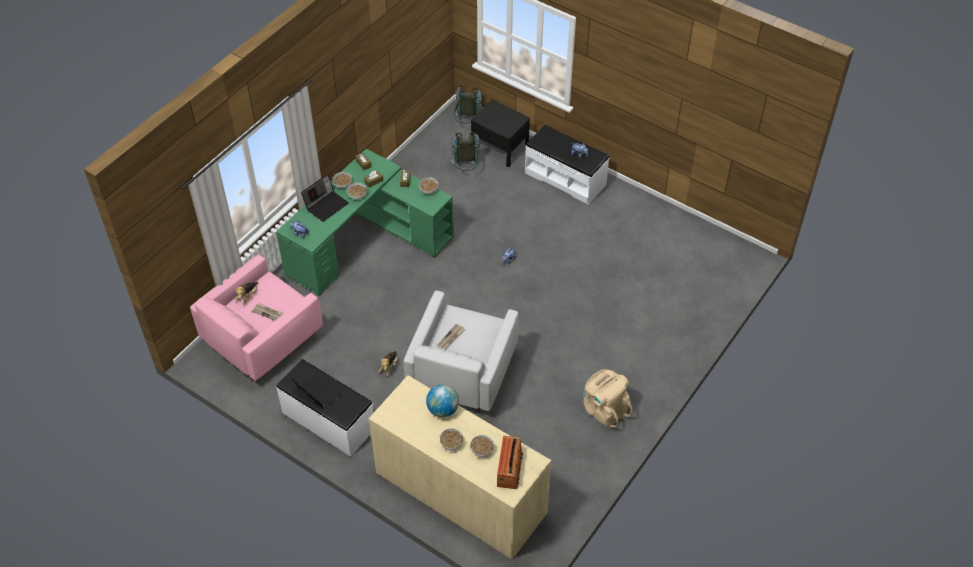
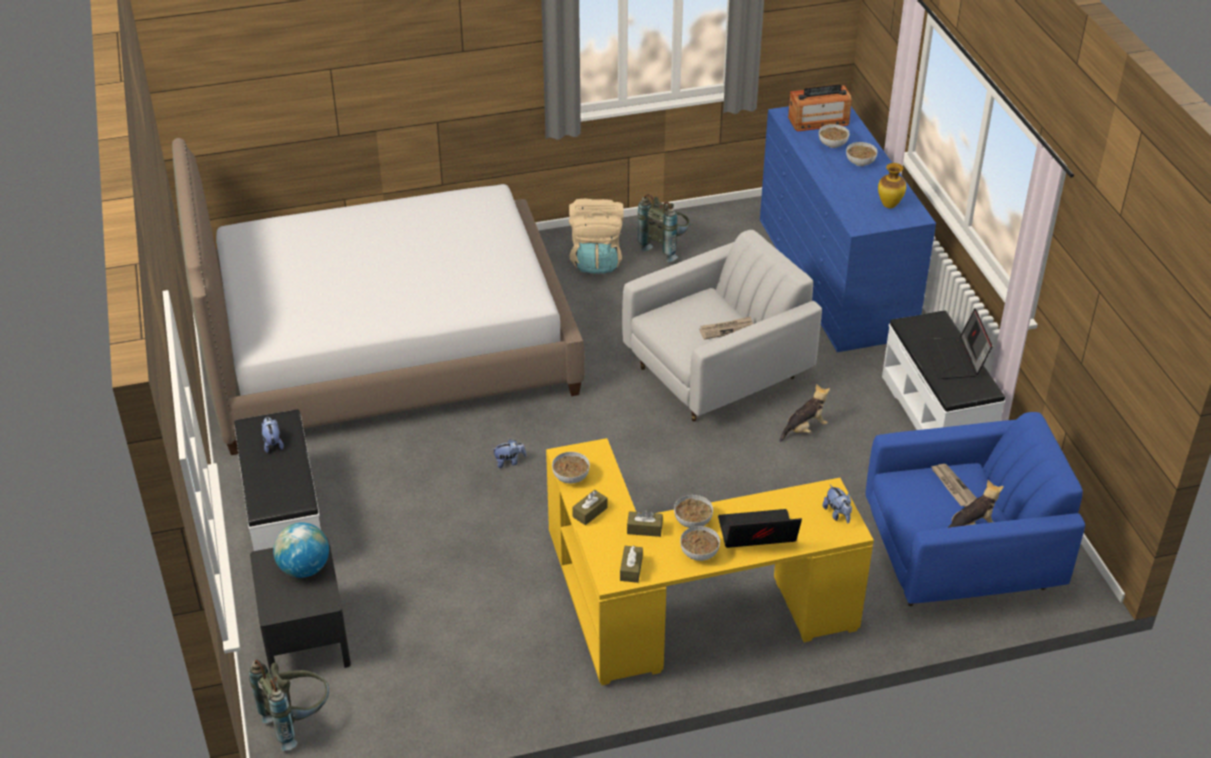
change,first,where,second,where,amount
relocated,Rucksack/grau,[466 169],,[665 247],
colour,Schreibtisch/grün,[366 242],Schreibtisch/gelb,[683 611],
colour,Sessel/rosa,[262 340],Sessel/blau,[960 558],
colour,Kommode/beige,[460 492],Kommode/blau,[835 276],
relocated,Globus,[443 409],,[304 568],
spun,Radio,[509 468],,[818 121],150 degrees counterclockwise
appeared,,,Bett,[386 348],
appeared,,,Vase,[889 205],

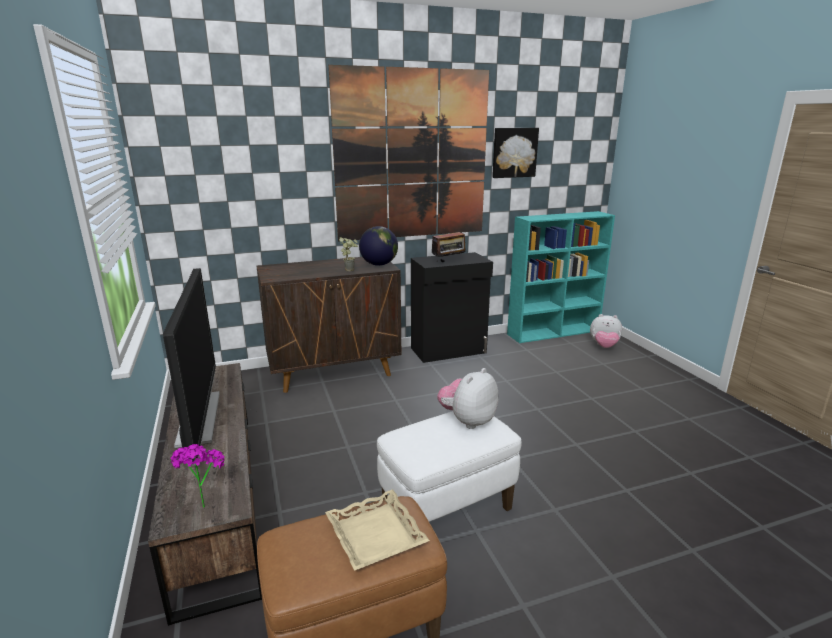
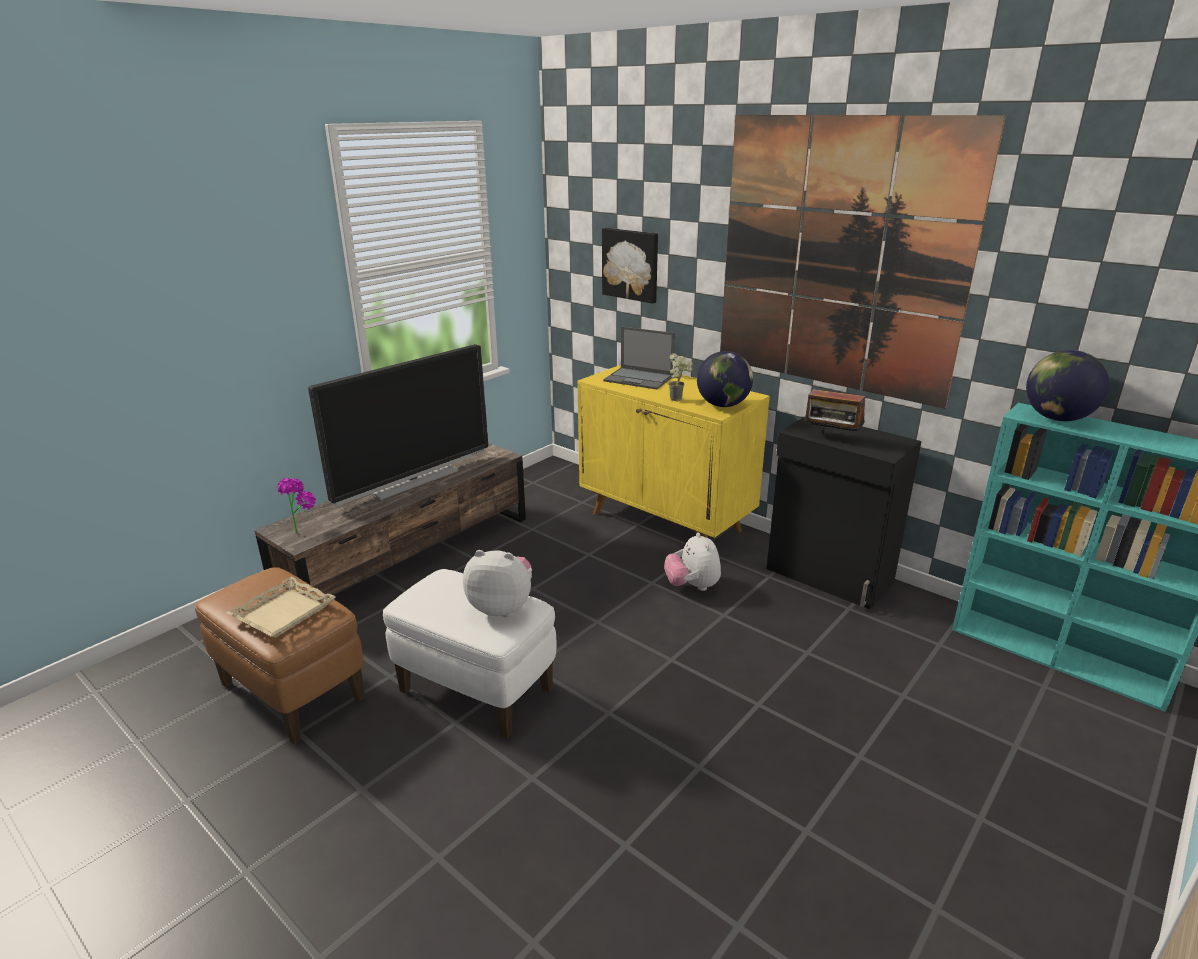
change,first,where,second,where,amount
relocated,Bild,[514 152],,[631 264],
colour,Schrank/braun,[335 372],Schrank/gelb,[666 522],
relocated,Plüschtier,[604 346],,[692 586],
appeared,,,Laptop,[639 379],
appeared,,,Globus,[1056 418],

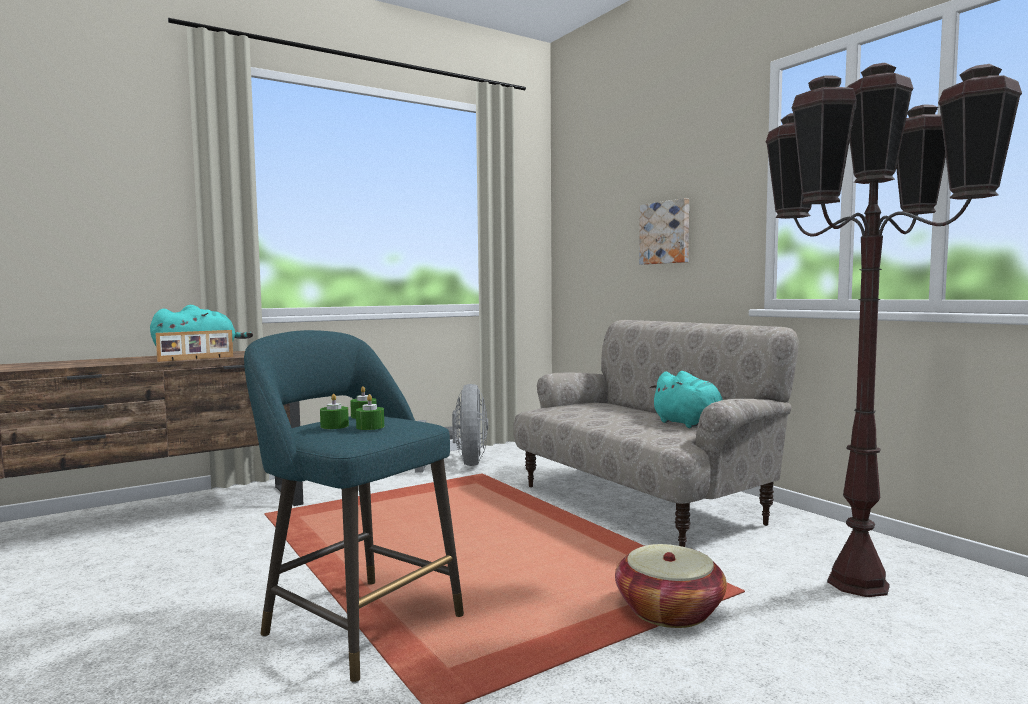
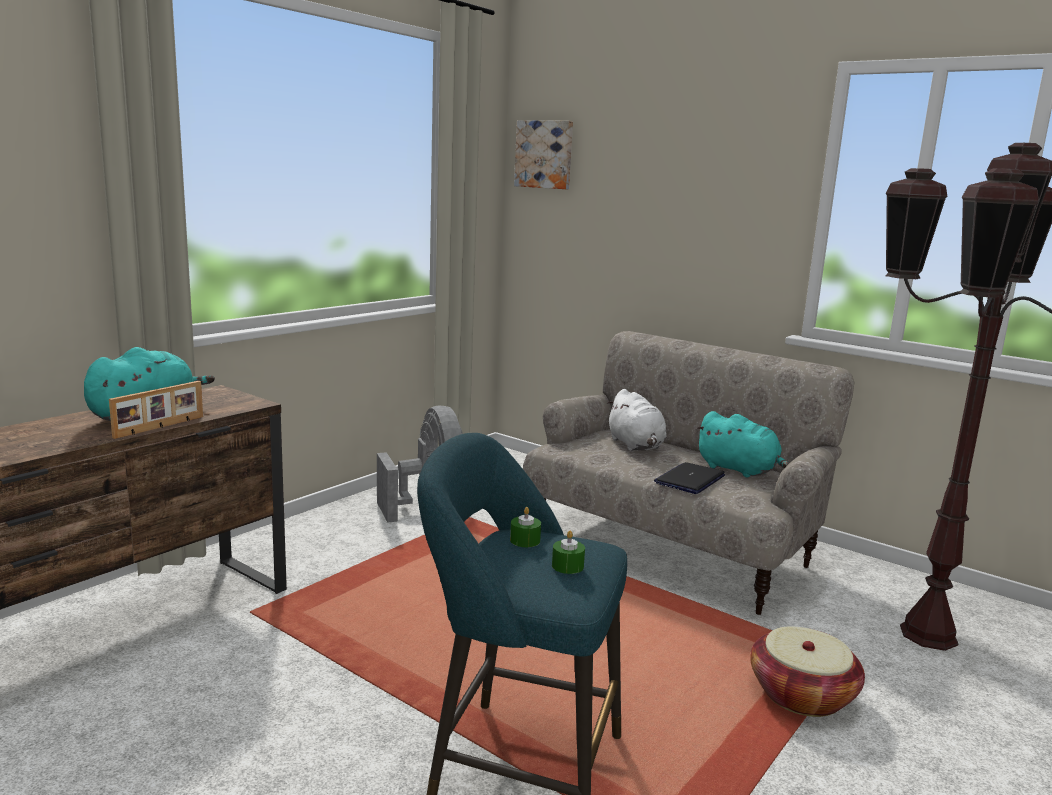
change,first,where,second,where,amount
relocated,Bild,[666 233],,[545 154],
missing,Kerze/grün,[334 426],,,
appeared,,,Plüschtier/weiß,[636 445],
appeared,,,Laptop,[690 479],

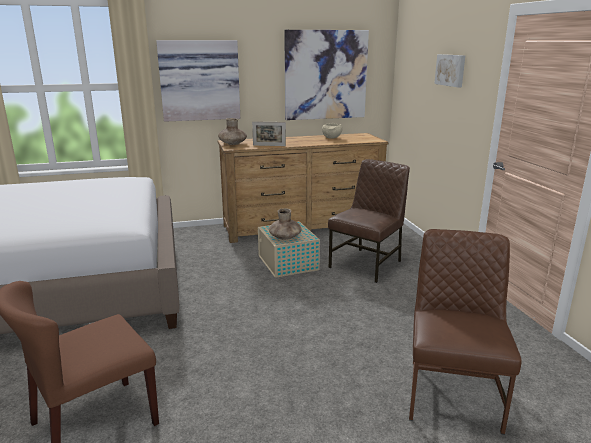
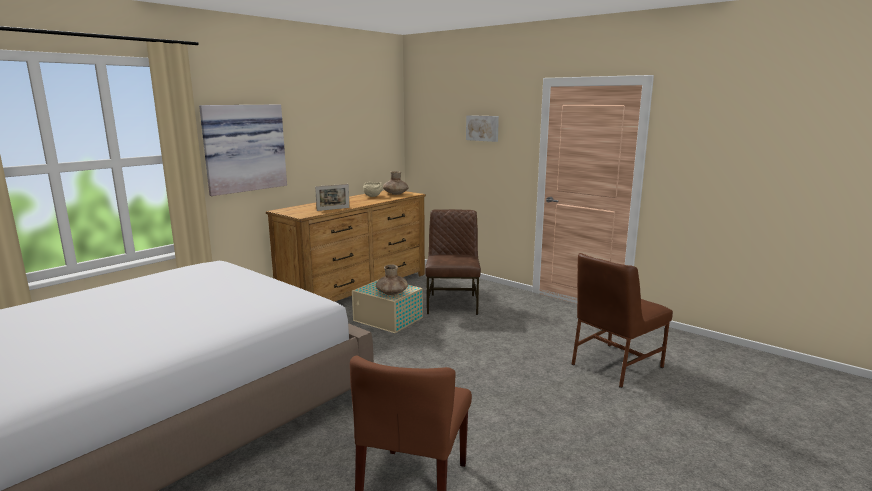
change,first,where,second,where,amount
missing,Bild,[325 75],,,
relocated,Vase/braun,[233 144],,[395 194],
spun,Stuhl/braun,[452 393],,[614 365],105 degrees counterclockwise

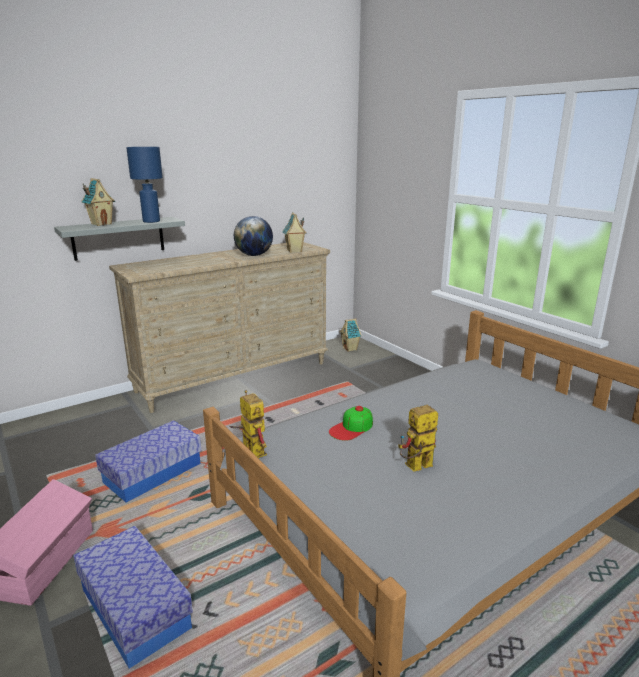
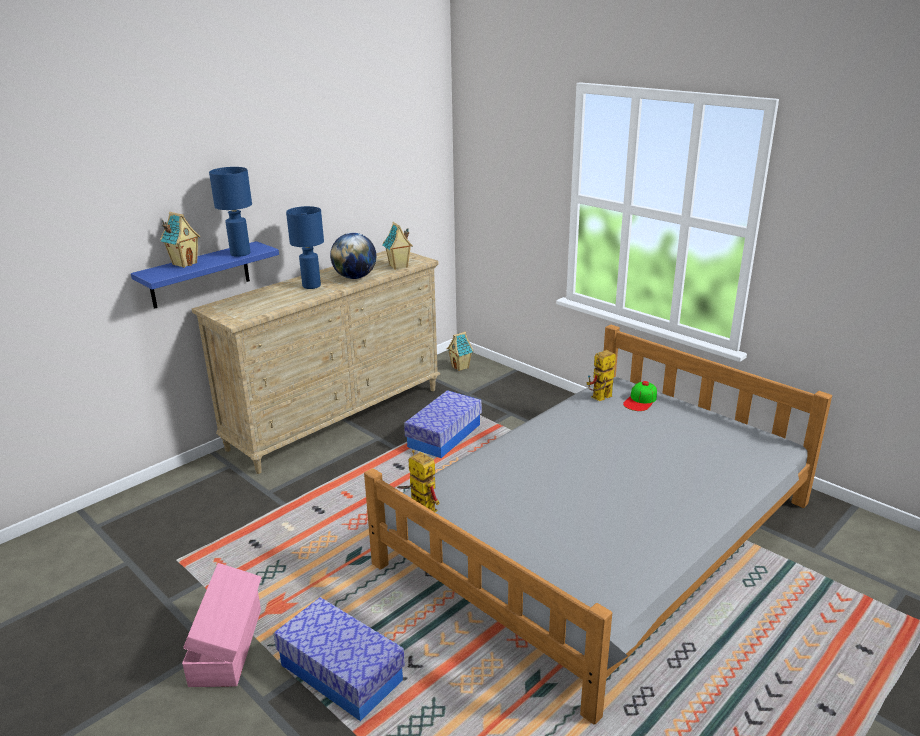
change,first,where,second,where,amount
colour,Wandregal/grau,[118 238],Wandregal/blau,[200 275],
relocated,Spielzeugroboter,[415 468],,[599 399],
relocated,Kappe,[351 428],,[640 400],
relocated,Aufbewahrungsbox,[153 473],,[444 436],
appeared,,,Tischlampe/blau,[311 286],

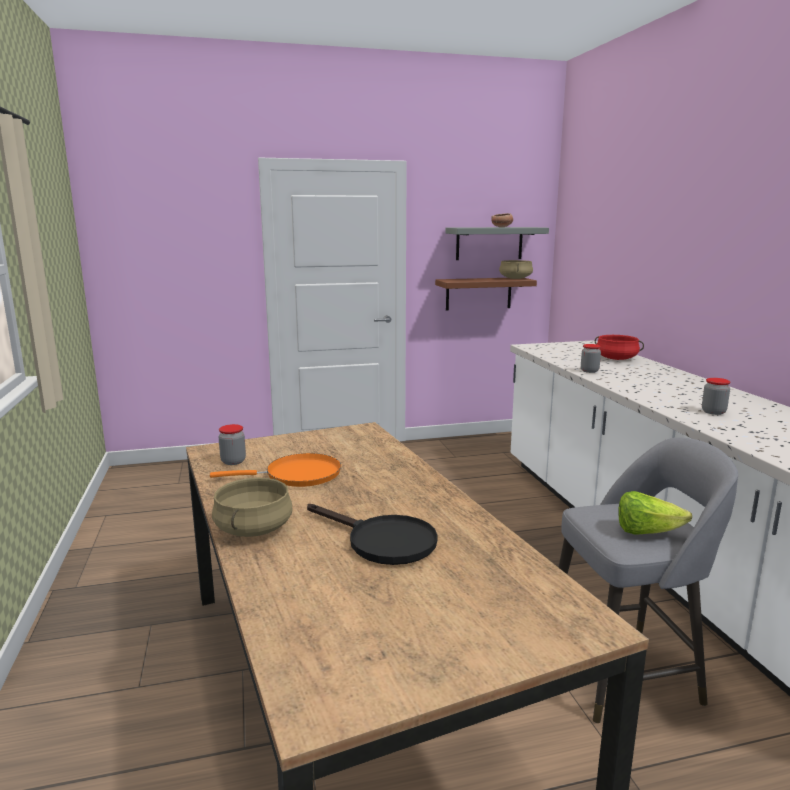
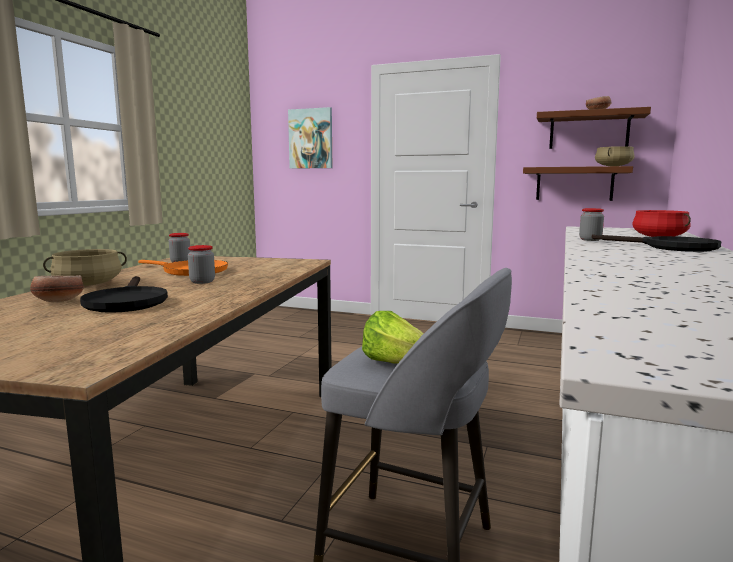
change,first,where,second,where,amount
colour,Wandregal/grau,[489 243],Wandregal/braun,[589 131],
relocated,Vorratsglas,[713 412],,[202 281],
appeared,,,Bild,[311 138],
appeared,,,Pfanne/schwarz,[670 247],
appeared,,,Schüssel,[58 302],

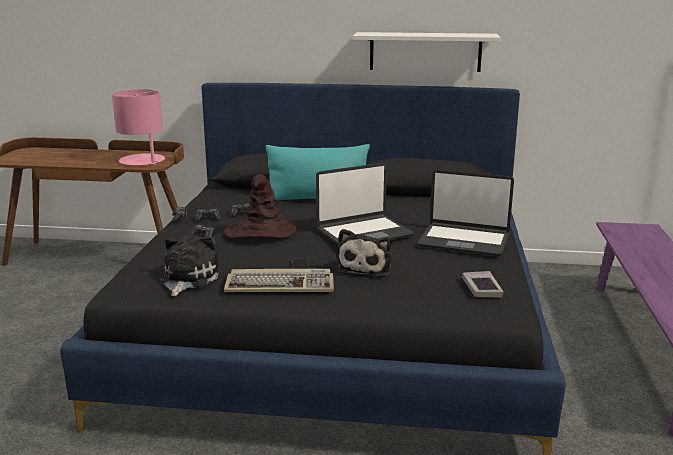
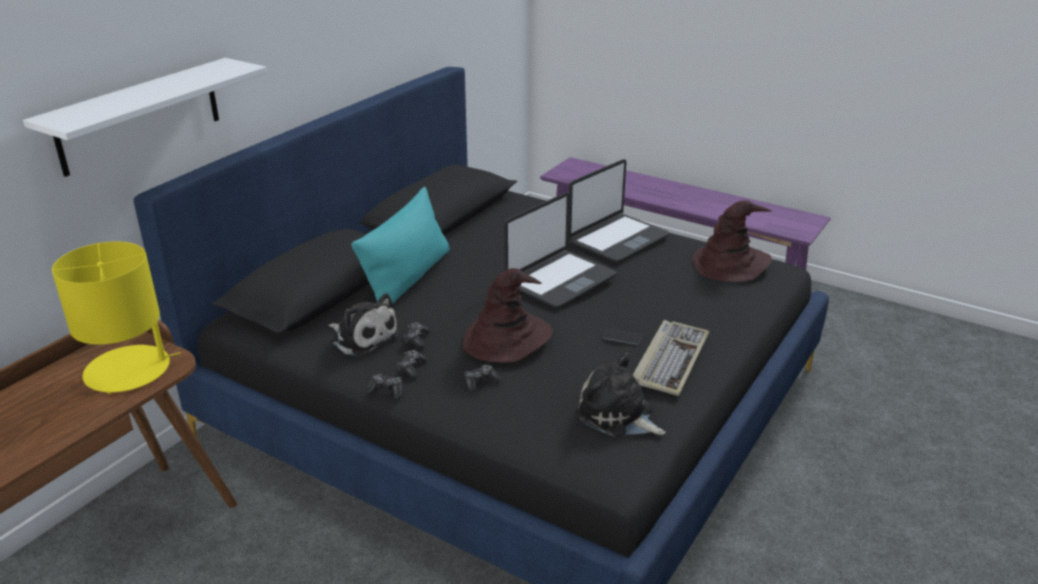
change,first,where,second,where,amount
relocated,Wandregal/weiß,[425 52],,[140 116],
colour,Tischlampe/rosa,[142 161],Tischlampe/gelb,[129 370],
spun,Laptop,[363 233],,[559 280],45 degrees clockwise
relocated,Plüschtier,[365 267],,[362 337],
exchanged,Buch,[481 288],Hut/braun,[730 264],

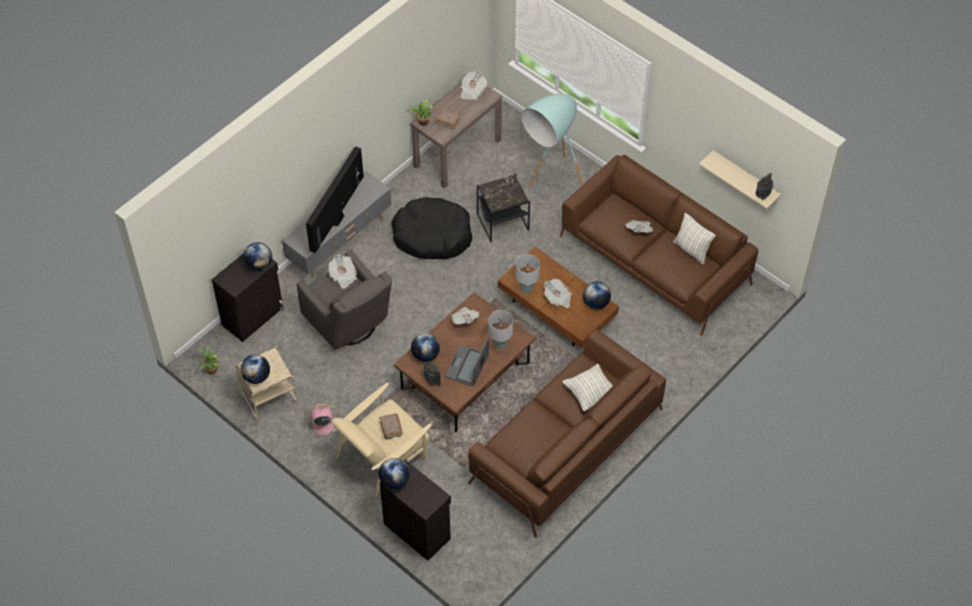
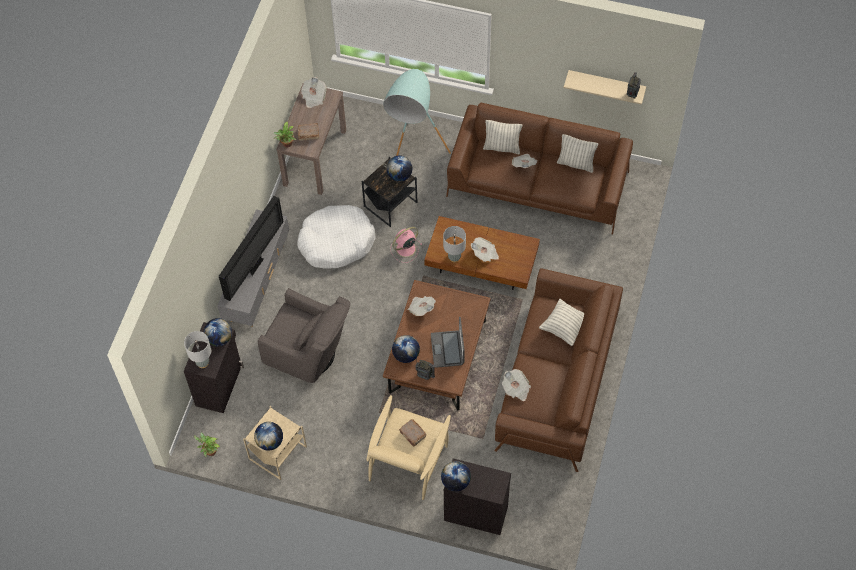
change,first,where,second,where,amount
spun,Fernseher,[337 219],,[256 265],150 degrees counterclockwise
colour,Hundebett/schwarz,[432 235],Hundebett/weiß,[336 242],
relocated,Zeitung,[343 276],,[516 389],
relocated,Globus,[596 303],,[399 175],
relocated,Tischlampe/grau,[500 346],,[203 363],
relocated,Ventilator/rosa,[322 425],,[405 249],
appeared,,,Kissen,[502 147],

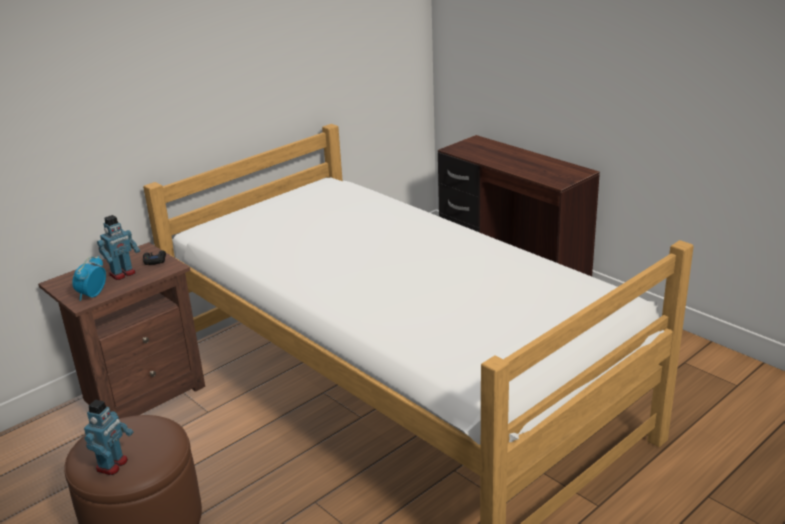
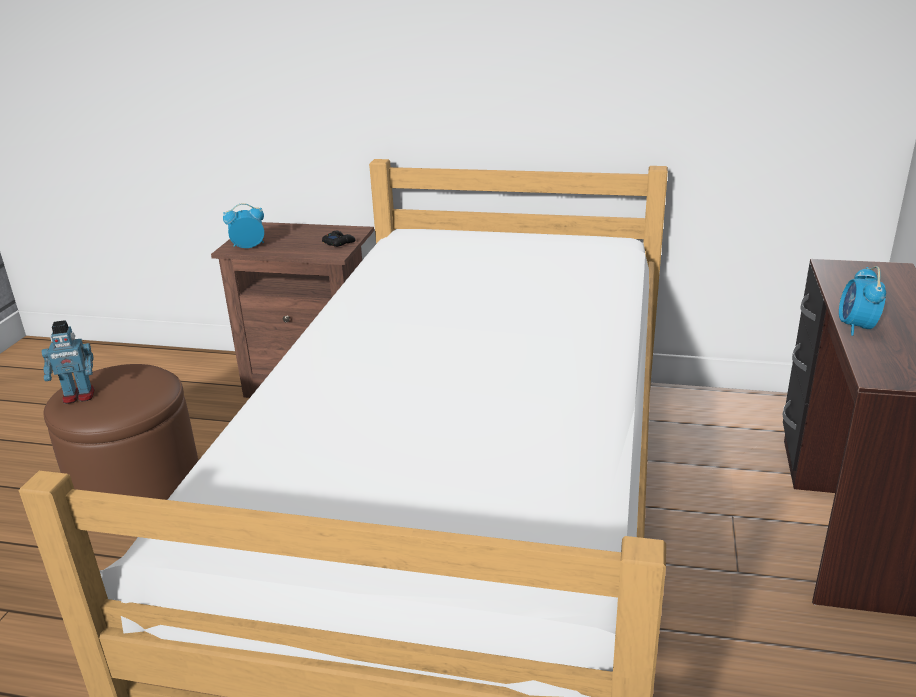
change,first,where,second,where,amount
missing,Spielzeugroboter,[123 274],,,
appeared,,,Wecker,[856 327],

